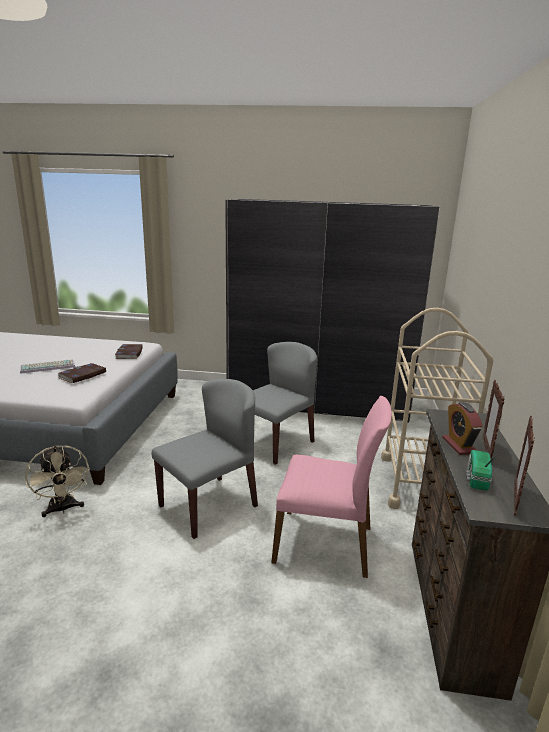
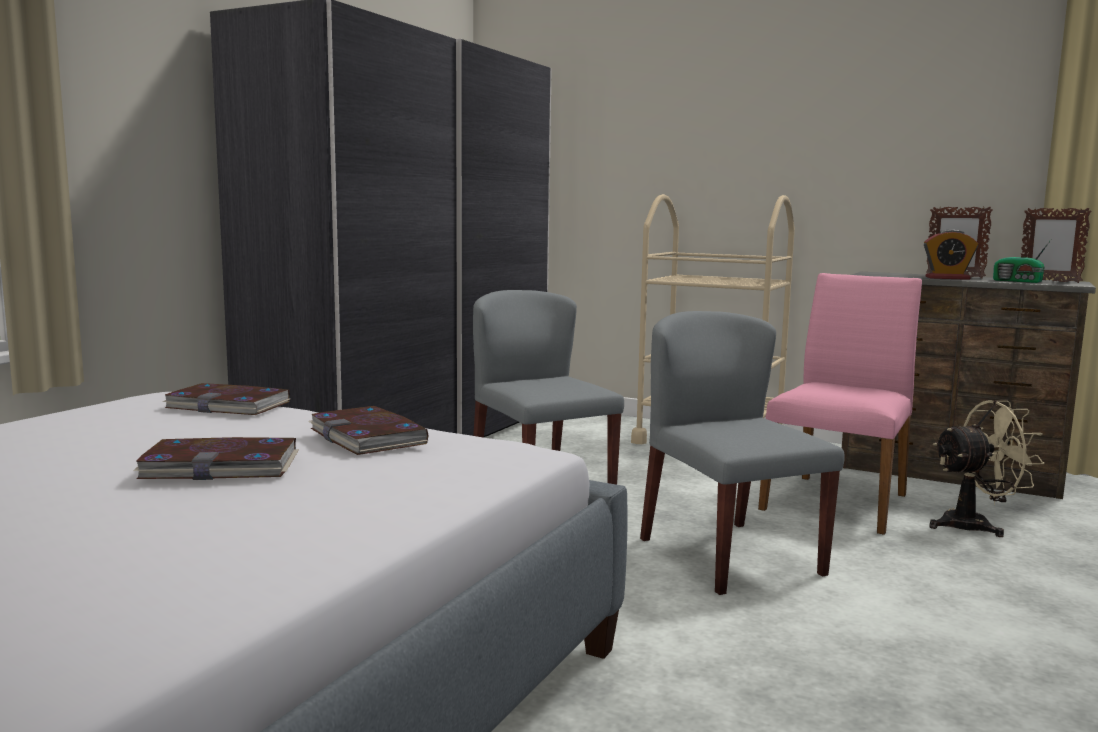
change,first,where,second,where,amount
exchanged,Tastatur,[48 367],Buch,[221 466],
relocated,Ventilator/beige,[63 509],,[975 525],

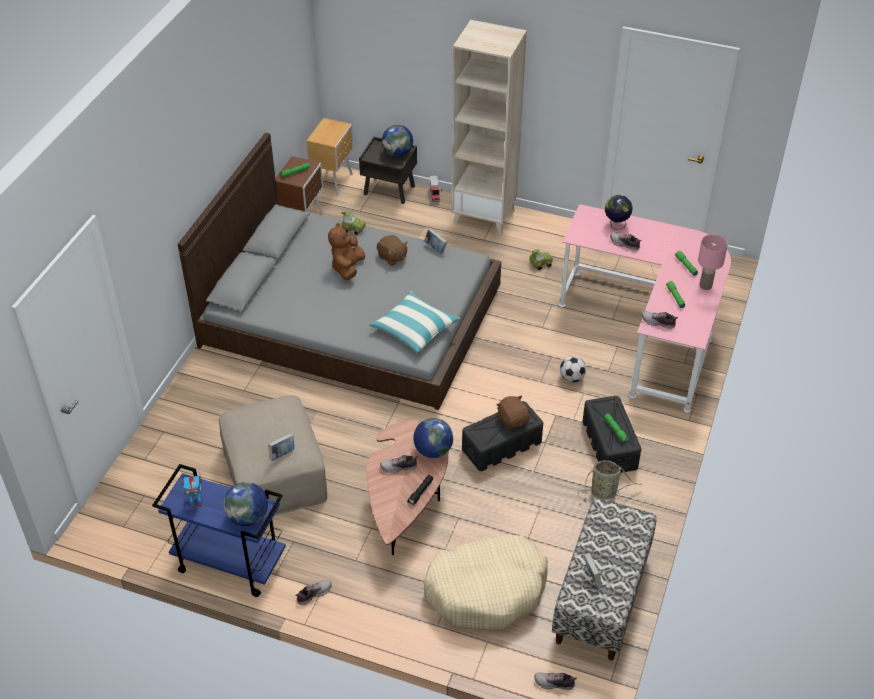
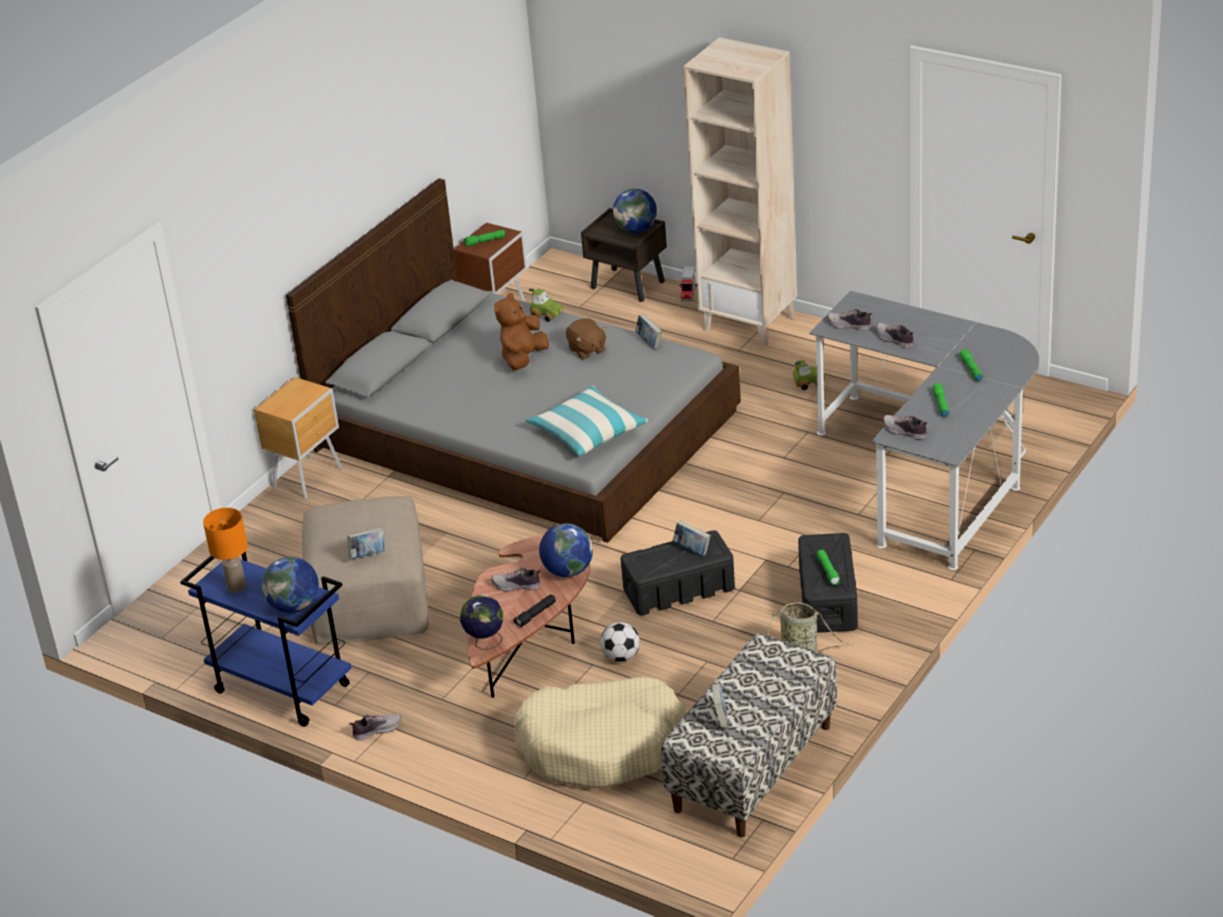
change,first,where,second,where,amount
relocated,Nachttisch/braun,[334 181],,[309 477],
relocated,Globus,[616 225],,[485 642],
colour,Schreibtisch/rosa,[649 330],Schreibtisch/grau,[934 471],
missing,Tischlampe/rosa,[706 285],,,
relocated,Fußball,[572 378],,[621 657],
exchanged,Plüschtier/braun,[513 420],Buch,[692 550],
exchanged,Spielzeugroboter,[196 503],Tischlampe/orange,[236 587],
relocated,Schuh,[554 683],,[849 325],

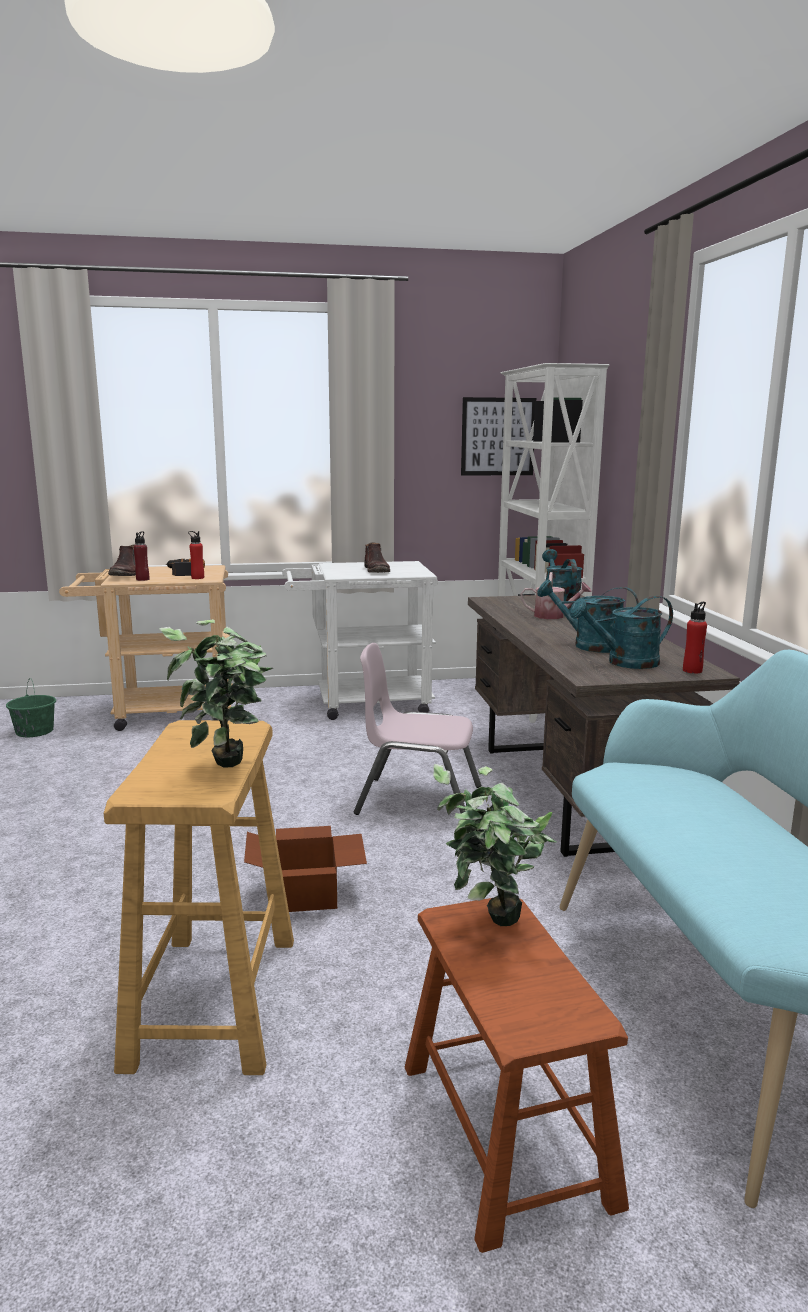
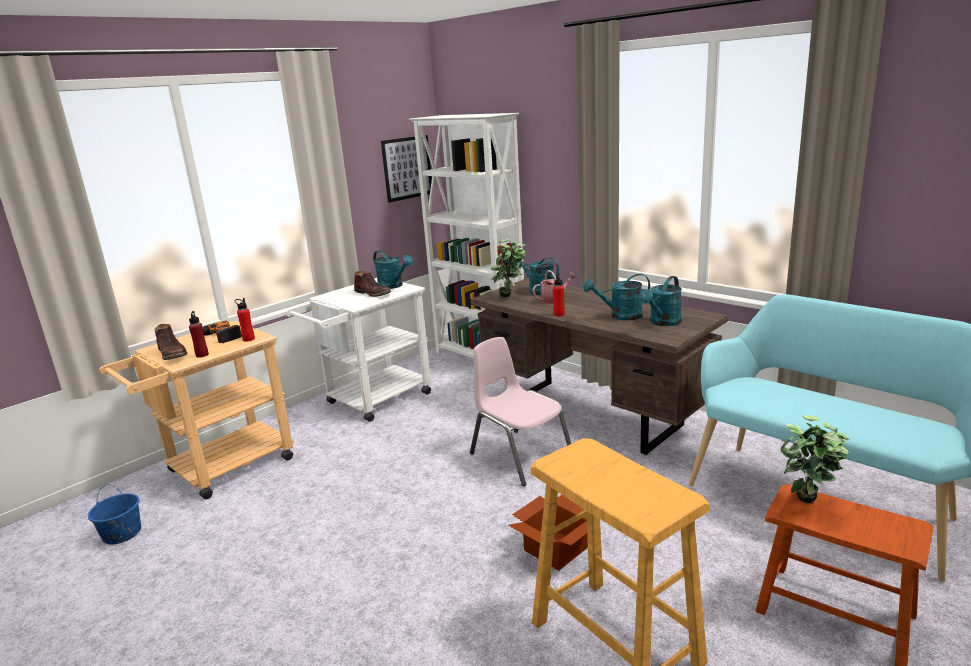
change,first,where,second,where,amount
relocated,Flasche/rot,[692 670],,[559 314],
relocated,Topfpflanze,[226 771],,[510 297],
spun,Stuhl/rosa,[418 800],,[520 456],75 degrees clockwise
colour,Eimer/grün,[34 731],Eimer/blau,[121 533],
appeared,,,Gießkanne/türkis,[393 286],

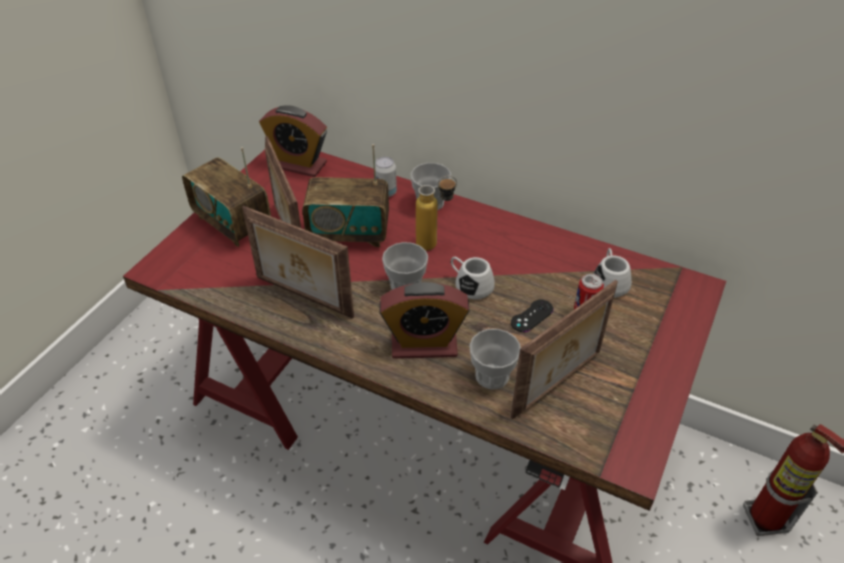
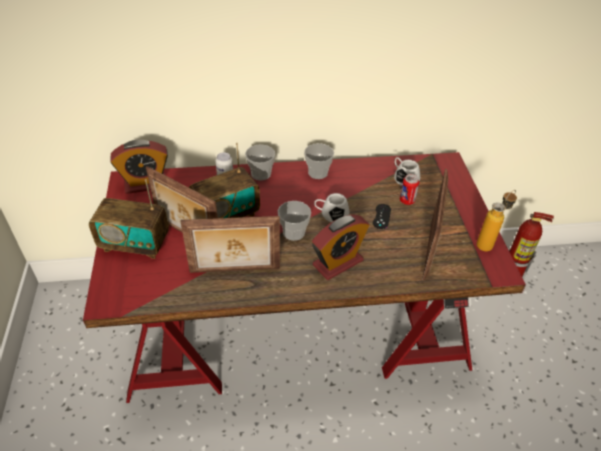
change,first,where,second,where,amount
relocated,Flasche,[435 244],,[488 243],
relocated,Tasse,[492 376],,[318 172],

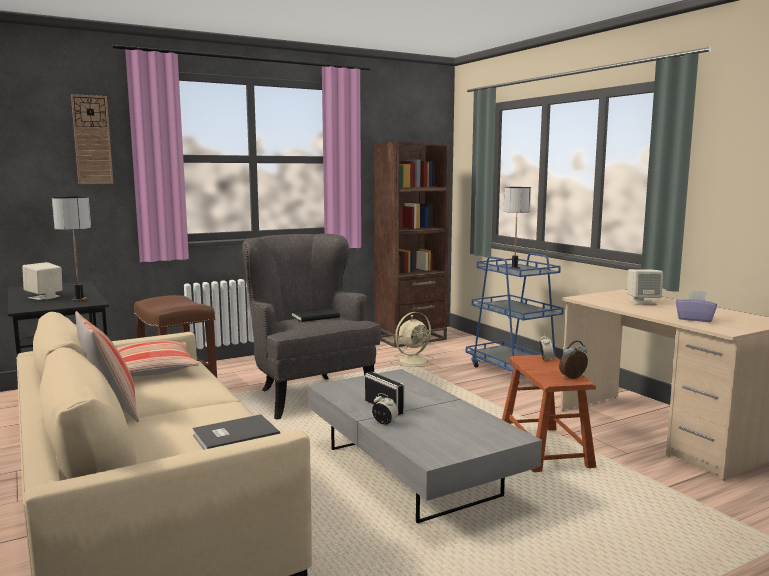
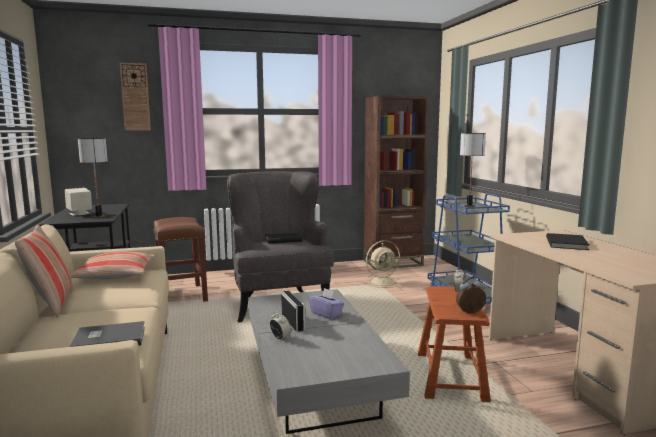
change,first,where,second,where,amount
exchanged,Lautsprecher/beige,[643 302],Buch/schwarz,[568 243],
relocated,Taschentuchbox/lila,[695 319],,[326 314],

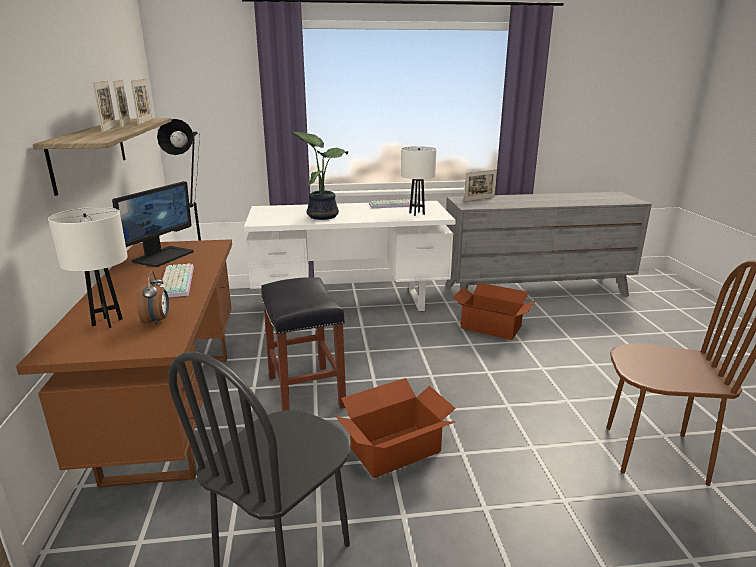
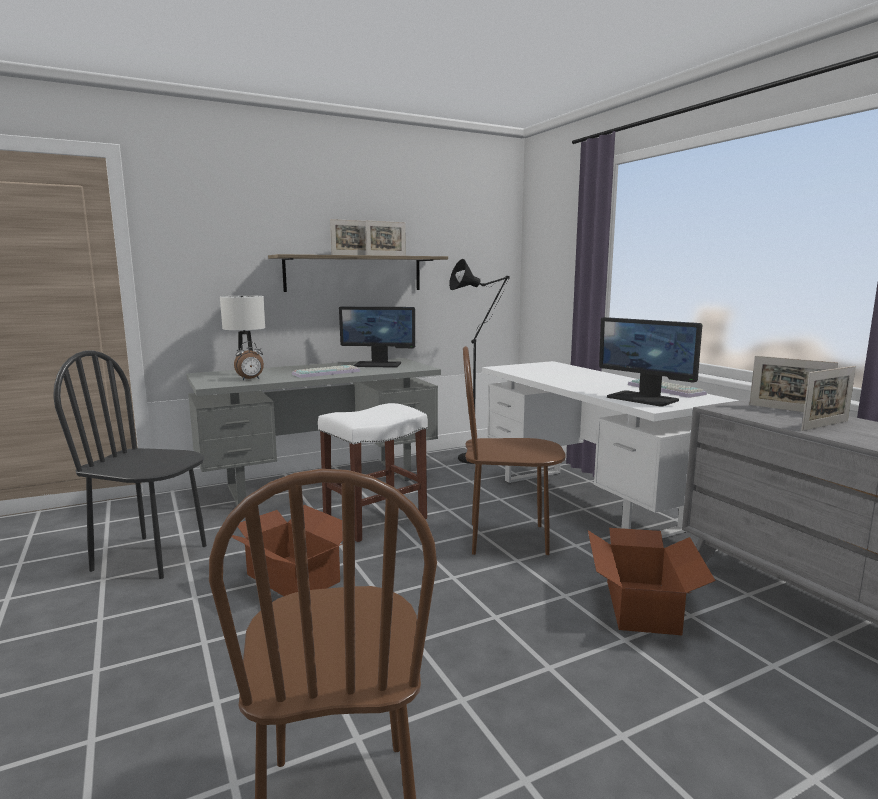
change,first,where,second,where,amount
relocated,Bilderrahmen,[145 121],,[825 425],
missing,Topfpflanze,[322 215],,,
exchanged,Tischlampe/weiß,[416 213],Monitor,[643 398],
colour,Schreibtisch/braun,[173 411],Schreibtisch/grau,[321 483],
colour,Hocker/schwarz,[306 392],Hocker/weiß,[374 520],
appeared,,,Stuhl/braun,[508 539],

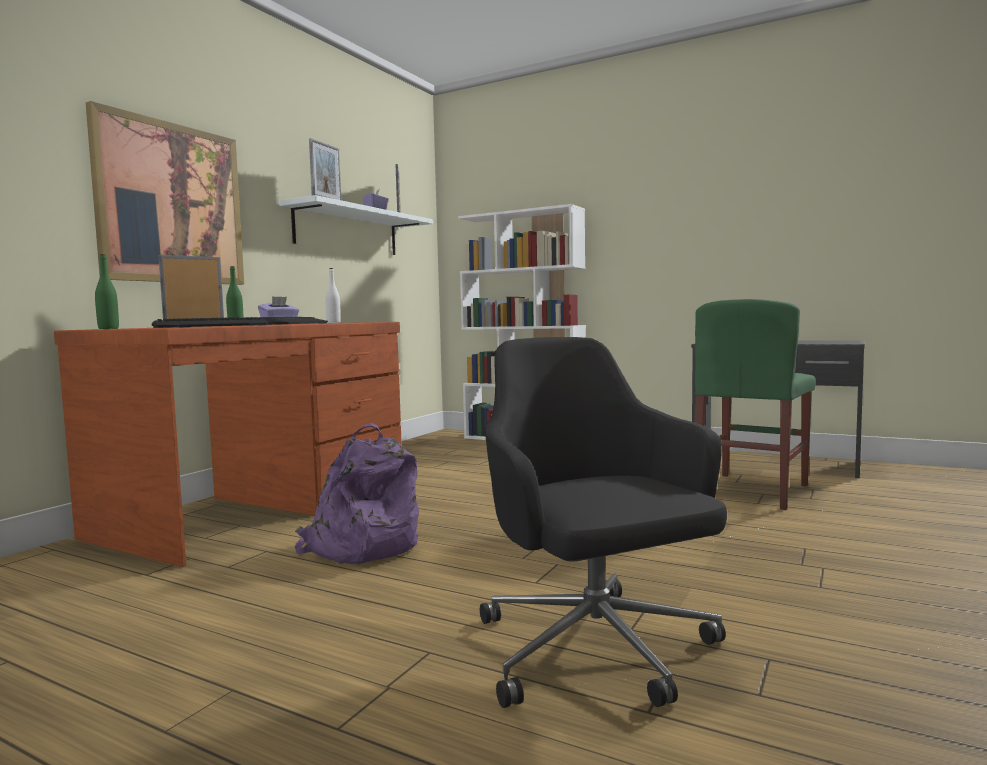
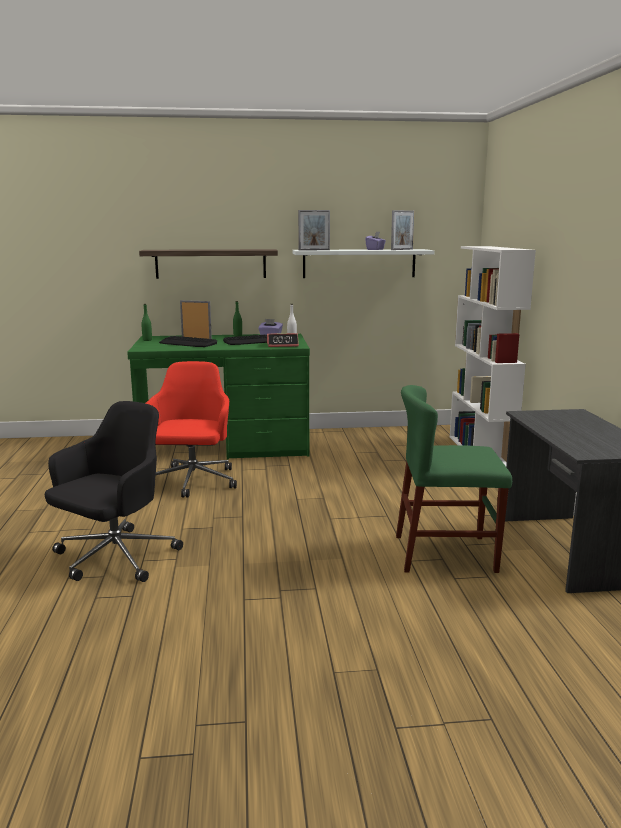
change,first,where,second,where,amount
exchanged,Bild,[171 204],Wandregal,[211 263],
colour,Schreibtisch/braun,[262 507],Schreibtisch/grün,[225 446],
exchanged,Rucksack/lila,[361 547],Bürostuhl/rot,[192 482],
appeared,,,Wecker,[282 345],

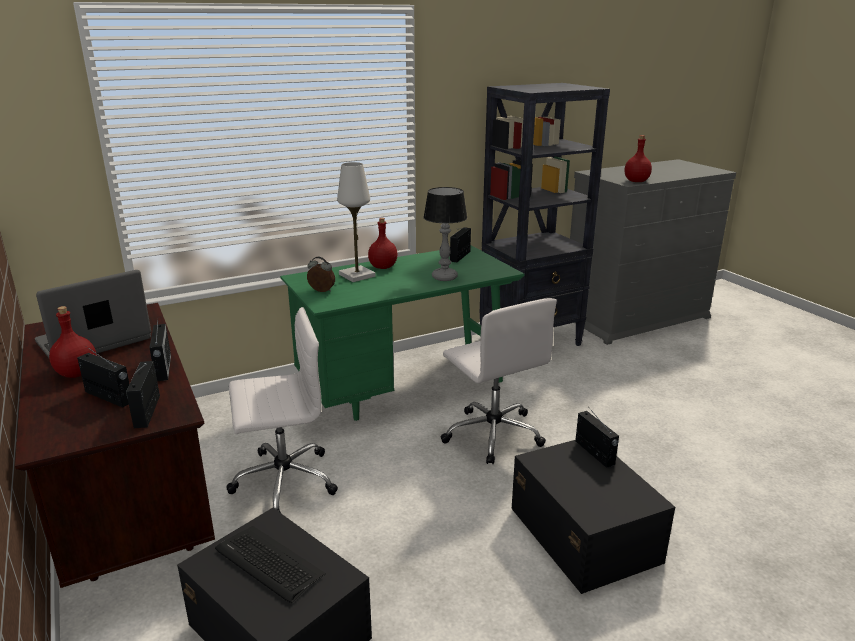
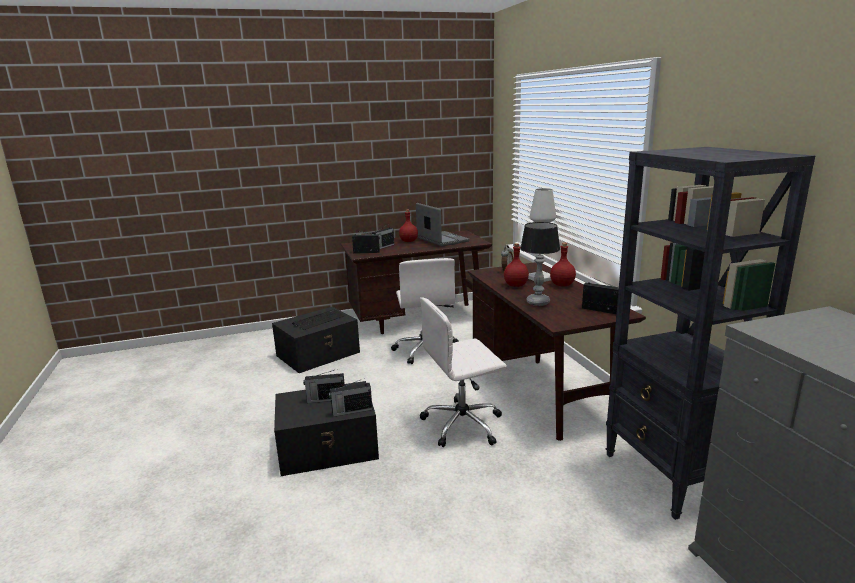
change,first,where,second,where,amount
relocated,Flasche/rot,[636 181],,[515 285],
colour,Schreibtisch/grün,[404 388],Schreibtisch/braun,[541 390],
relocated,Radio,[163 368],,[325 399],

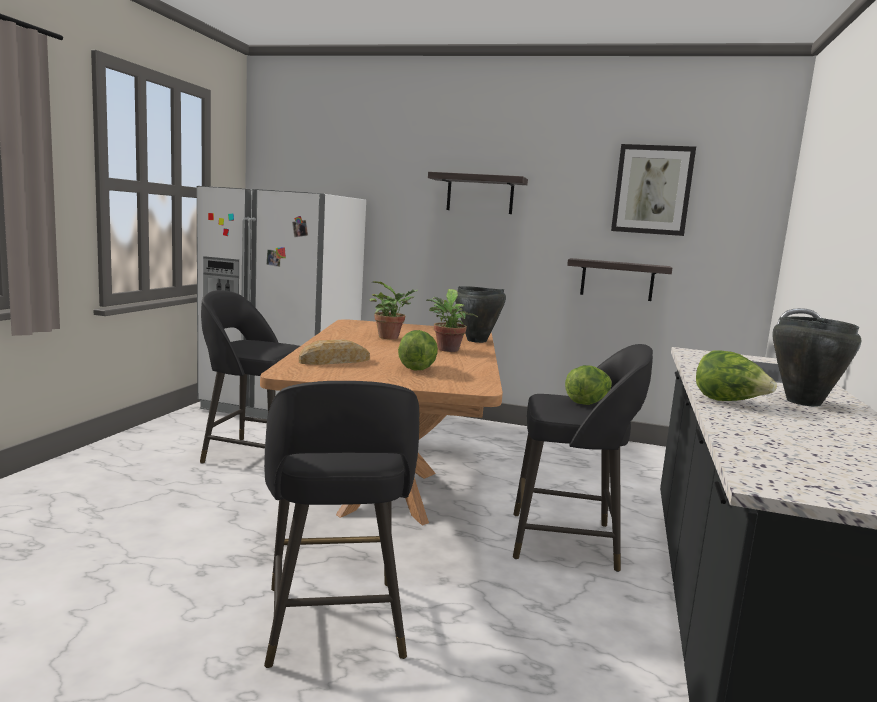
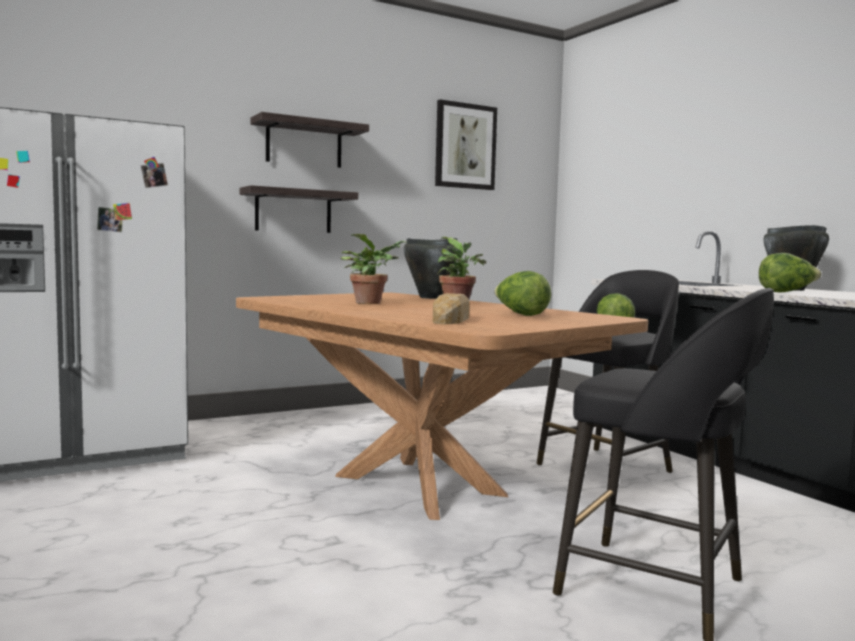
change,first,where,second,where,amount
relocated,Wandregal,[617 280],,[293 211],
missing,Hocker/schwarz,[253 455],,,

